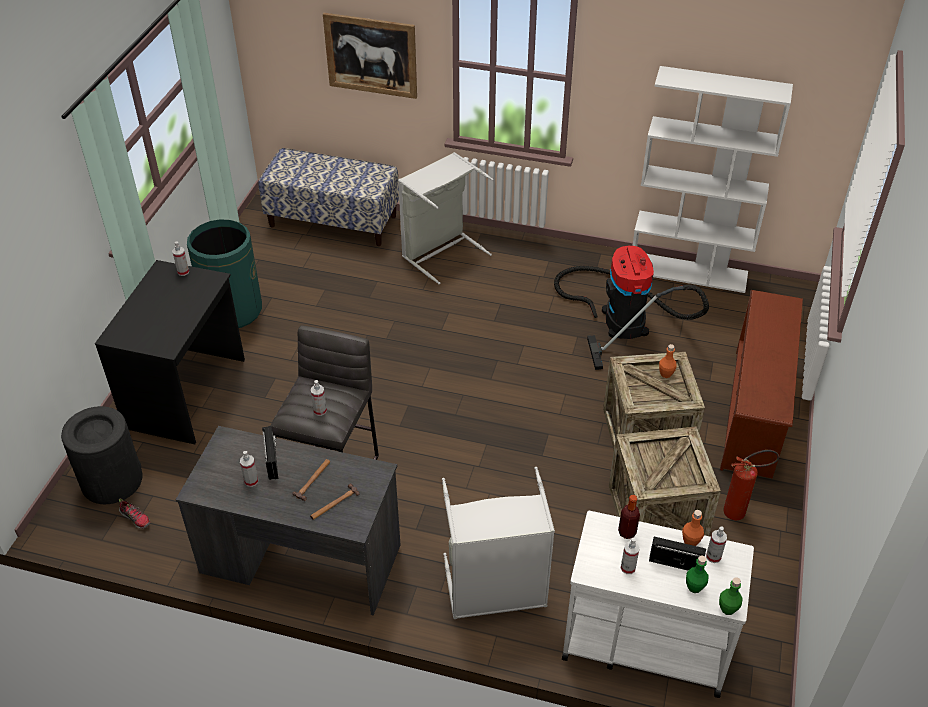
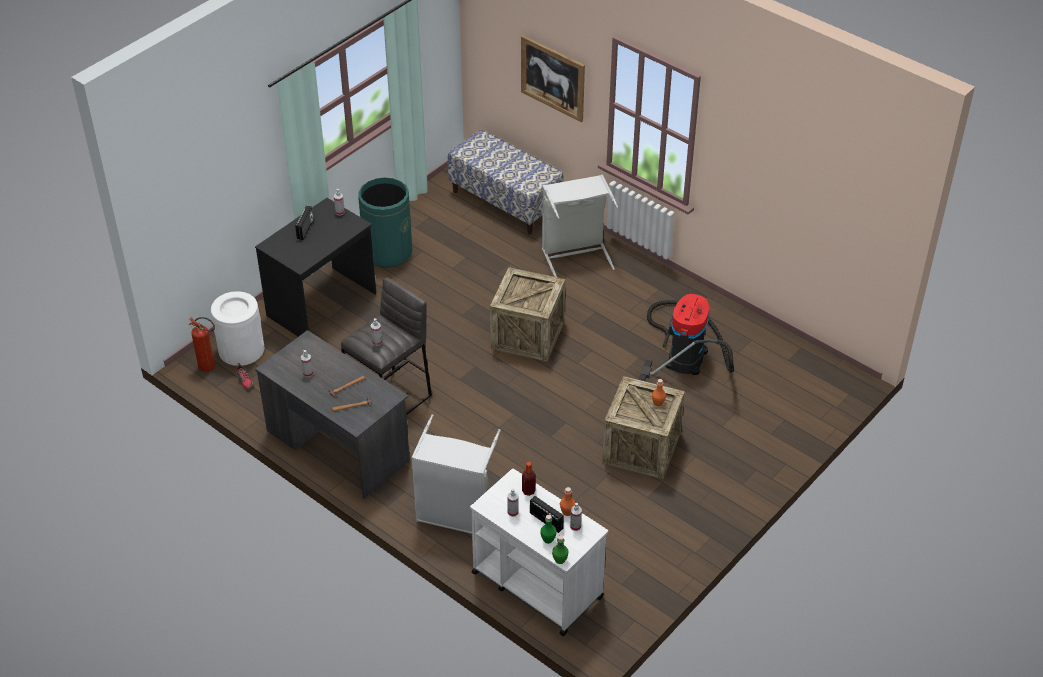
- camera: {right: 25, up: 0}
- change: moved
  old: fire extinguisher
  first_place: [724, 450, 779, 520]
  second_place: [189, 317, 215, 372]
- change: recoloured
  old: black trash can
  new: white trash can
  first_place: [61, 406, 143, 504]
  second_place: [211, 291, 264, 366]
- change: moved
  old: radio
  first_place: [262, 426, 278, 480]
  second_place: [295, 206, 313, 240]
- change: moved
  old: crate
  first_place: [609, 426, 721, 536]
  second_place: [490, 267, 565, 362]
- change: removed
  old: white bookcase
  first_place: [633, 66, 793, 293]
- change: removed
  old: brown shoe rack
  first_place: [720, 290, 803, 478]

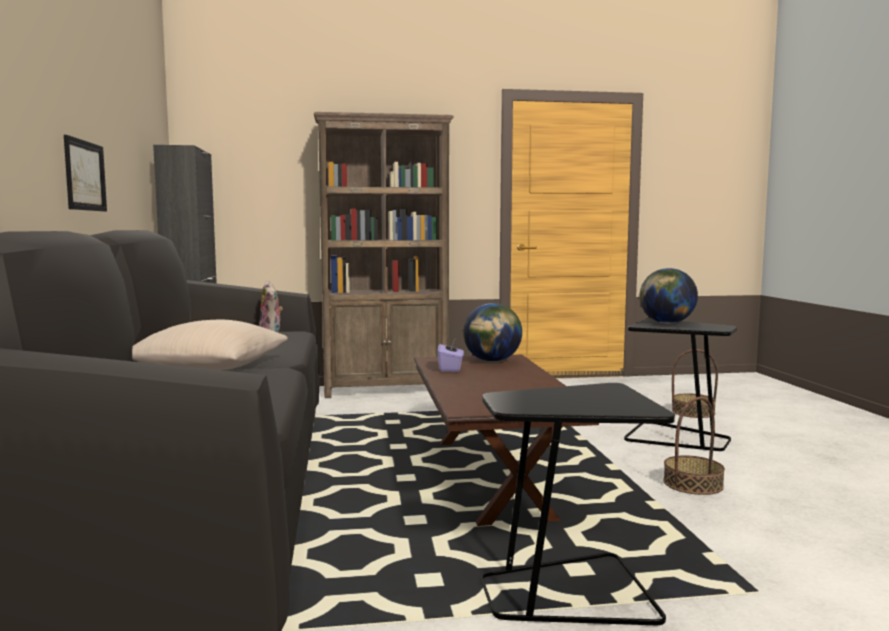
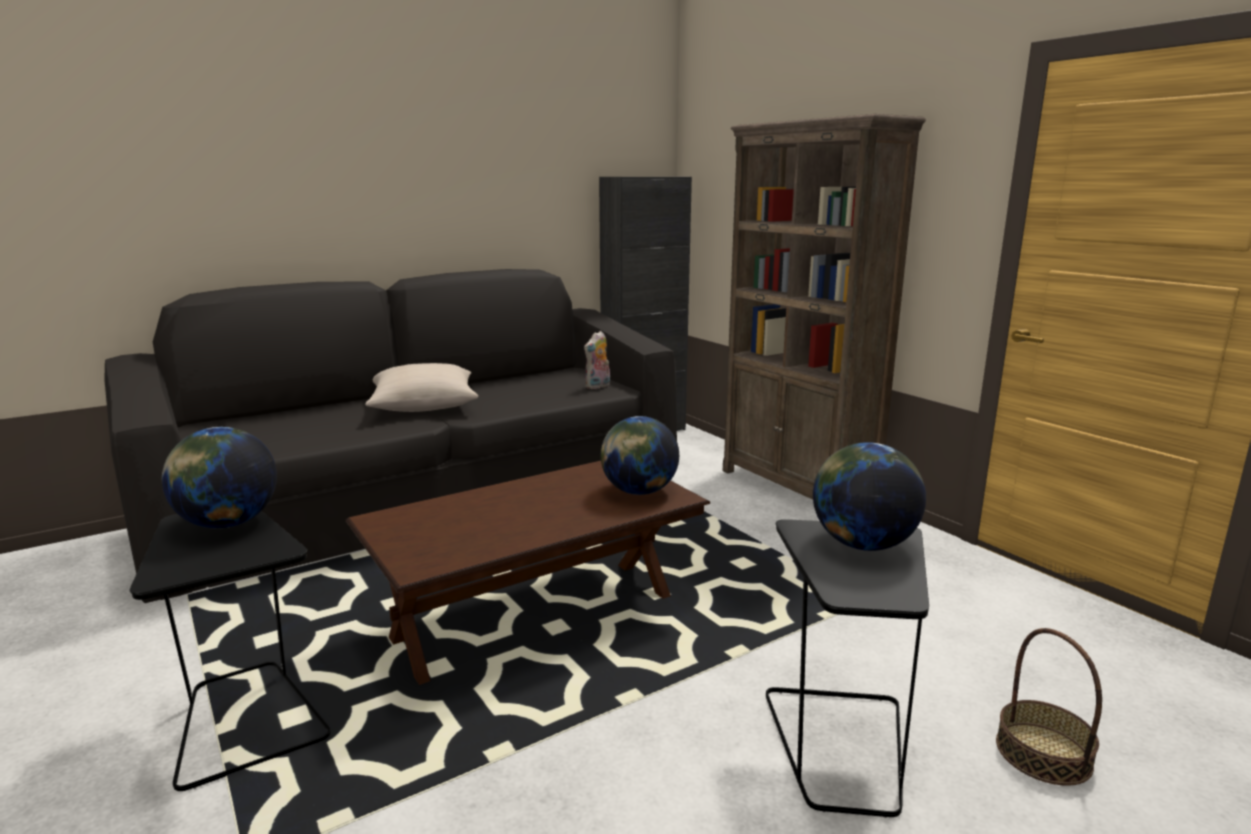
- camera: {right: 65, up: 10}
- change: added
  new: globe
  second_place: [162, 427, 277, 528]
- change: removed
  old: picture
  first_place: [64, 135, 107, 212]
- change: removed
  old: purple tissue box
  first_place: [437, 339, 464, 372]
- change: removed
  old: basket
  first_place: [663, 397, 725, 495]

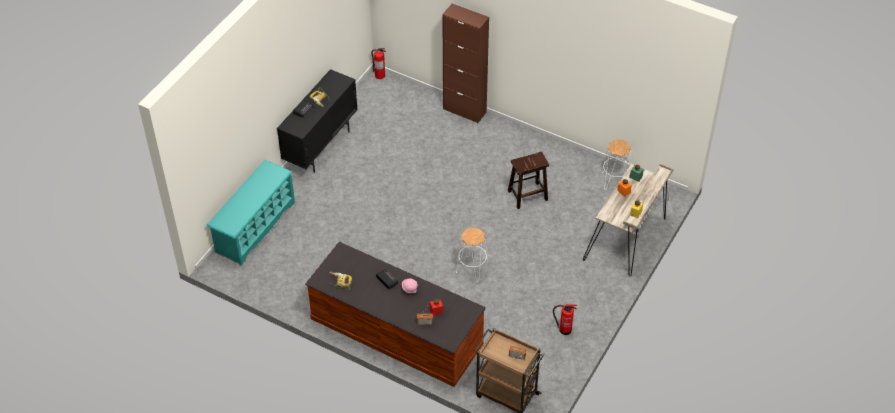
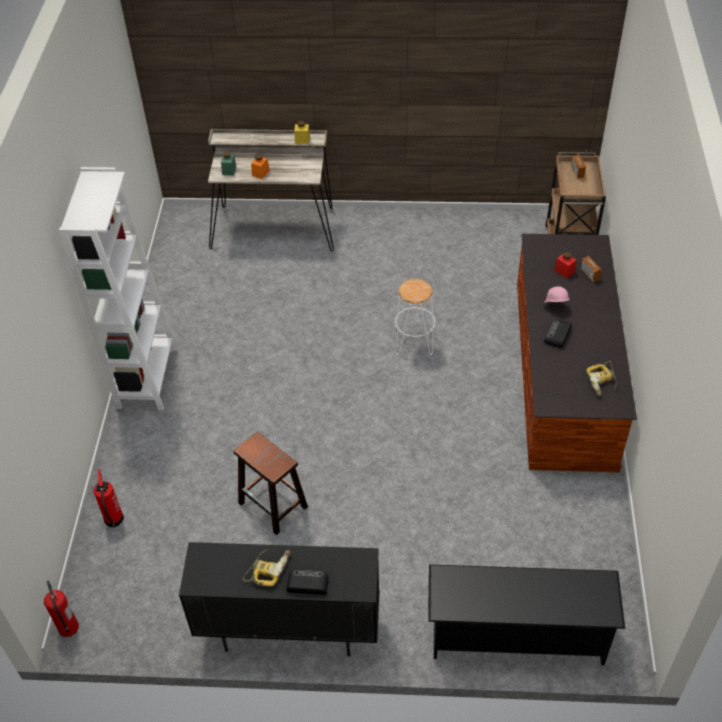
- camera: {right: -115, up: 0}
- change: added
  new: white bookcase
  second_place: [59, 167, 178, 410]
- change: moved
  old: fire extinguisher
  first_place: [553, 304, 577, 335]
  second_place: [93, 469, 124, 527]
- change: moved
  old: brown stool
  first_place: [508, 152, 549, 209]
  second_place: [234, 431, 308, 535]
- change: recoloured
  old: turquoise shoe rack
  new: black shoe rack
  first_place: [206, 160, 295, 266]
  second_place: [428, 564, 625, 665]
- change: removed
  old: brown cabinet
  first_place: [442, 4, 489, 123]
- change: removed
  old: white stool
  first_place: [602, 140, 631, 190]

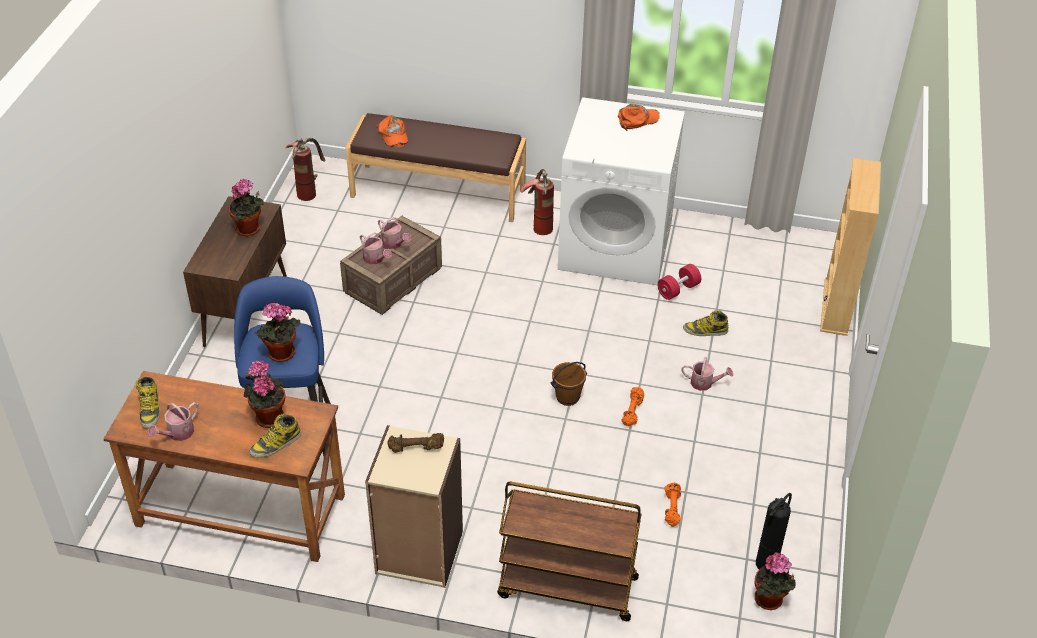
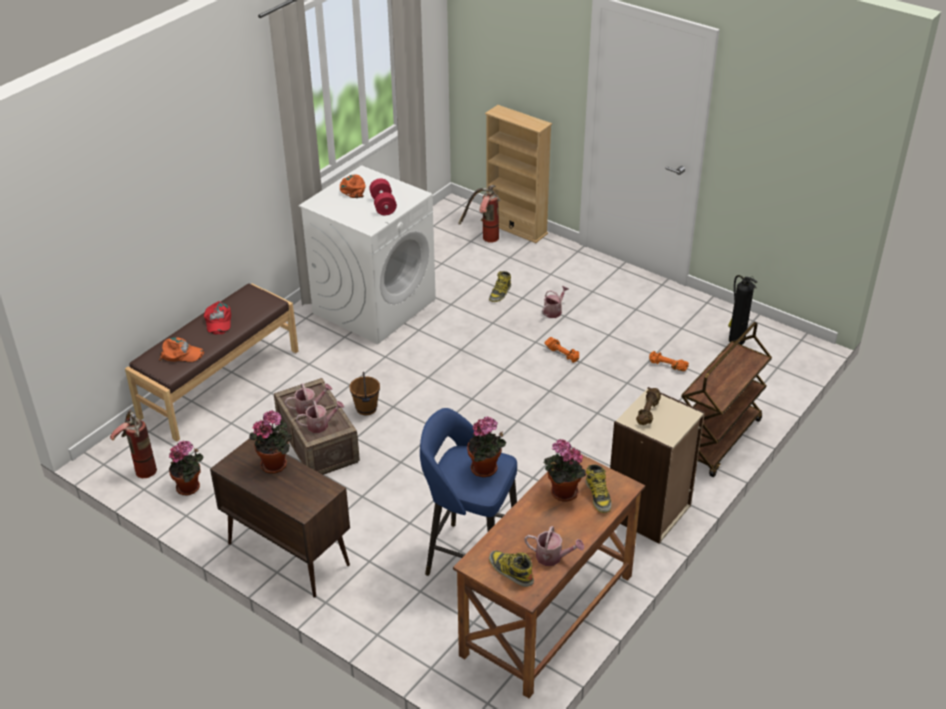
- camera: {right: -65, up: -5}
- change: moved
  old: potted plant
  first_place: [755, 552, 796, 610]
  second_place: [169, 441, 204, 496]
- change: added
  new: red cap
  second_place: [204, 301, 231, 334]
- change: moved
  old: brown bucket
  first_place: [551, 362, 587, 406]
  second_place: [349, 372, 380, 415]
- change: moved
  old: red dumbbell
  first_place: [657, 264, 701, 300]
  second_place: [369, 179, 397, 216]
- change: moved
  old: fire extinguisher
  first_place: [520, 169, 554, 235]
  second_place: [458, 185, 500, 243]
- change: turned
  old: boot
  first_place: [136, 377, 160, 428]
  second_place: [489, 550, 534, 587]
  degrees: -150
- change: turned
  old: watering can
  first_place: [148, 402, 199, 441]
  second_place: [525, 526, 584, 566]
  degrees: -45

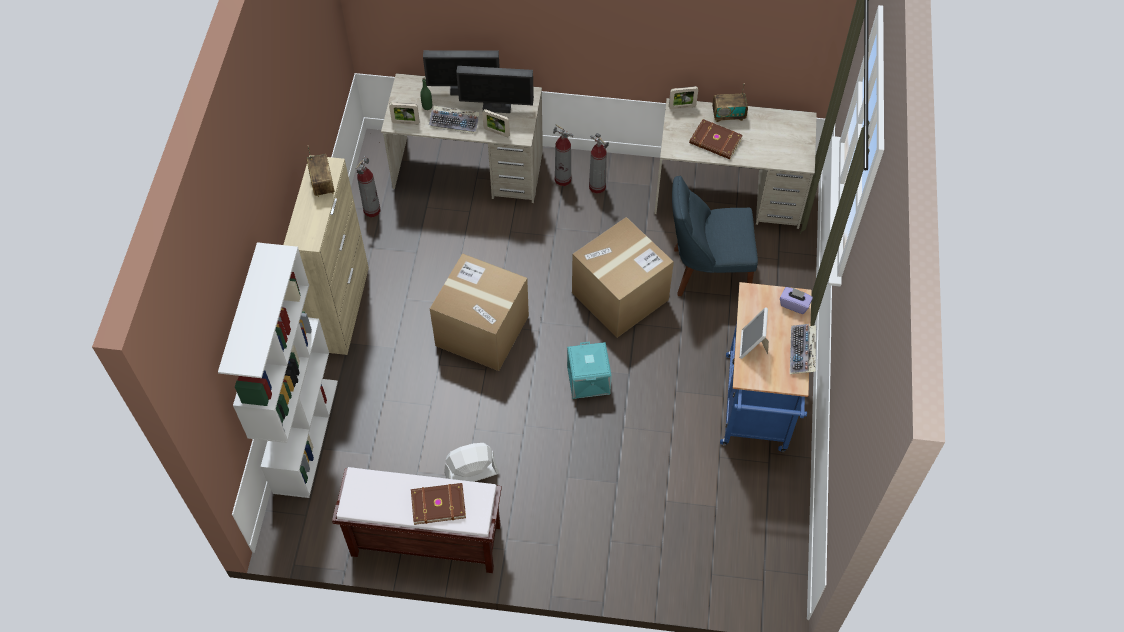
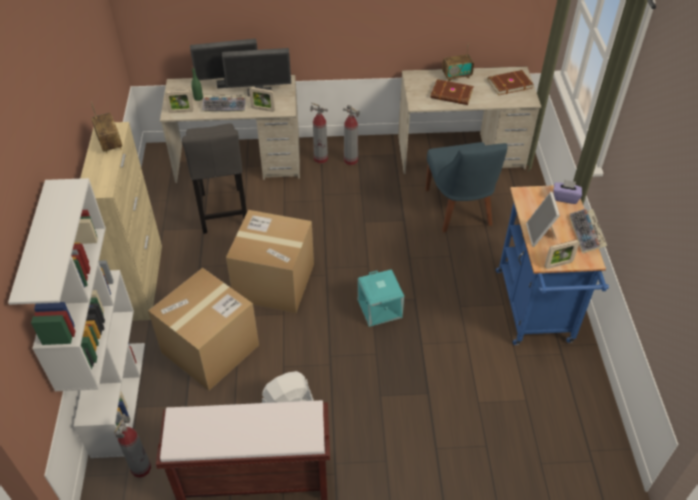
- camera: {right: -10, up: -10}
- change: moved
  old: fire extinguisher
  first_place: [356, 156, 380, 217]
  second_place: [114, 414, 151, 478]
- change: moved
  old: cardboard box
  first_place: [572, 217, 674, 338]
  second_place: [148, 268, 259, 391]
- change: added
  new: grey stool
  second_place: [182, 123, 247, 234]
- change: turned
  old: blue chair
  first_place: [672, 176, 758, 296]
  second_place: [425, 142, 508, 232]
  degrees: -90
- change: moved
  old: brown book
  first_place: [411, 483, 466, 525]
  second_place: [488, 70, 534, 95]
- change: moved
  old: picture frame
  first_place: [669, 86, 698, 109]
  second_place: [544, 240, 579, 269]

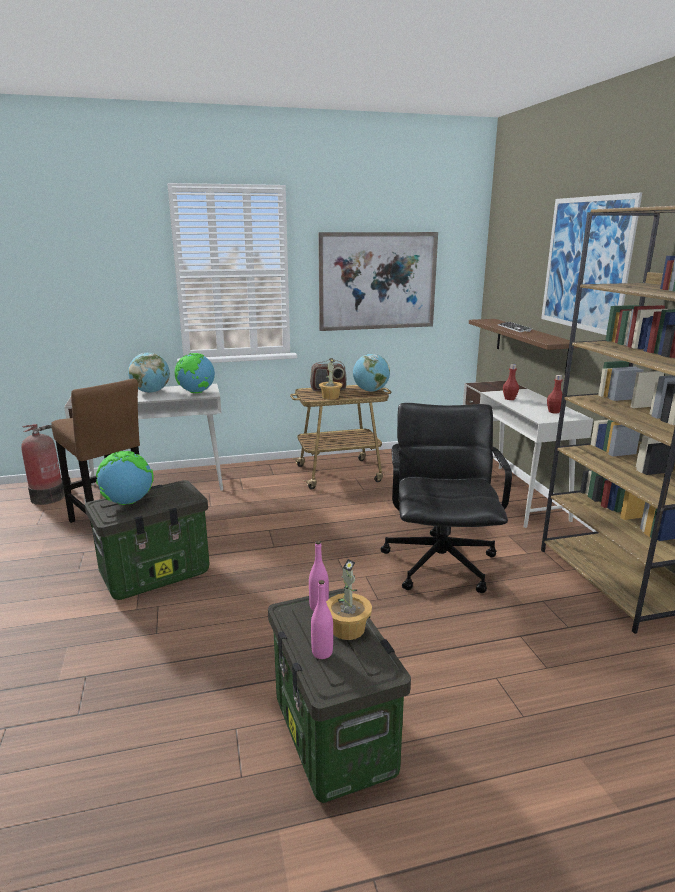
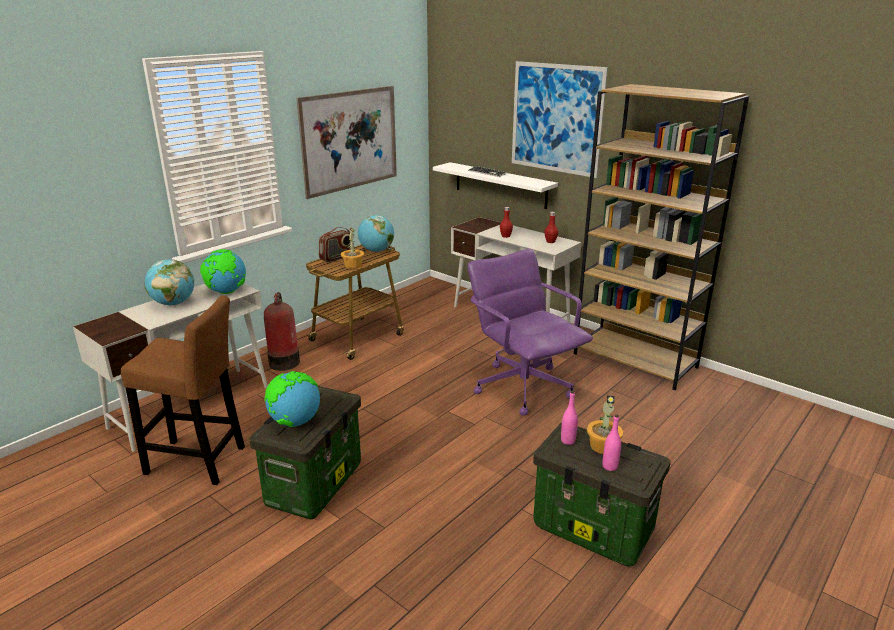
- camera: {right: -35, up: 5}
- change: moved
  old: fire extinguisher
  first_place: [21, 424, 71, 505]
  second_place: [264, 292, 300, 371]
- change: recoloured
  old: brown shelf
  new: white shelf
  first_place: [469, 319, 579, 372]
  second_place: [433, 162, 558, 209]
- change: recoloured
  old: black office chair
  new: purple office chair
  first_place: [380, 403, 512, 593]
  second_place: [468, 249, 593, 416]

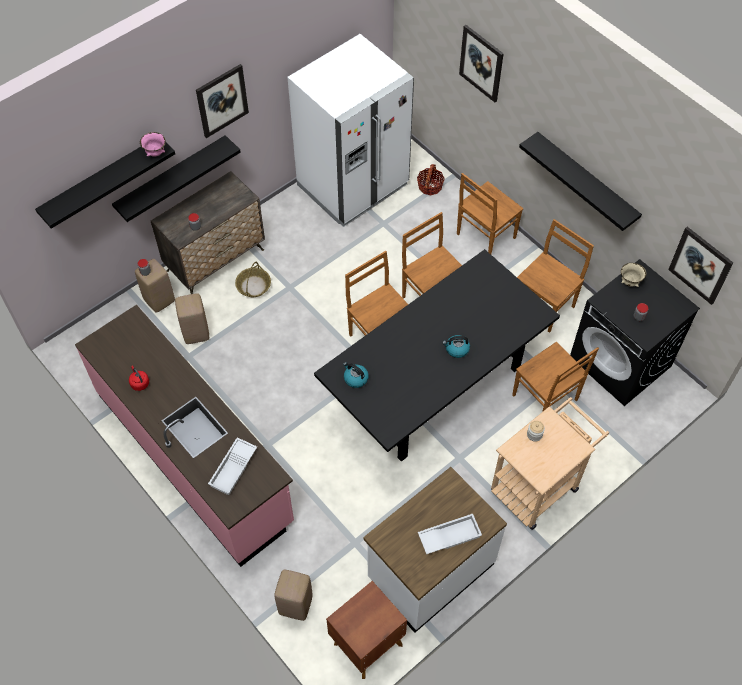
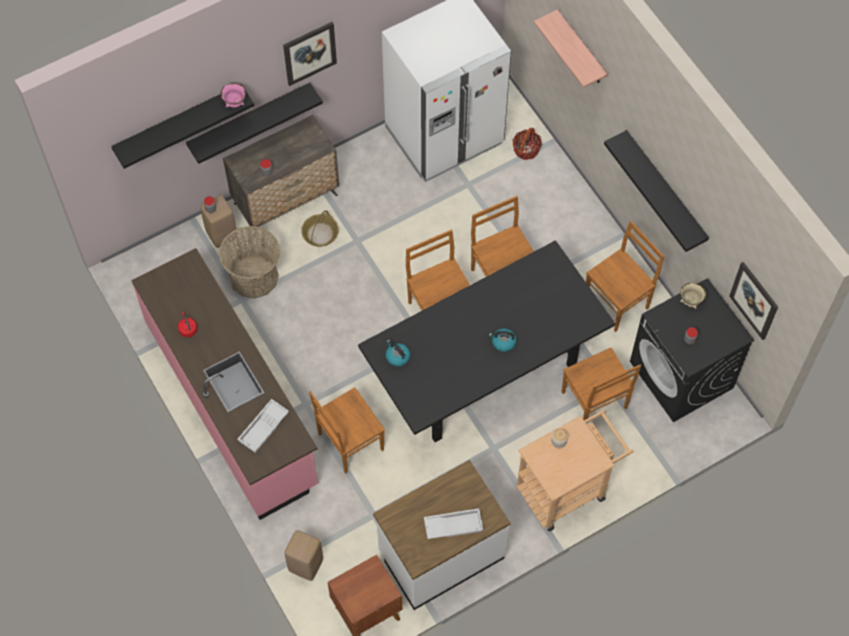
- camera: {right: 10, up: 5}
- change: replaced
  old: beige stool
  new: basket
  first_place: [175, 293, 209, 344]
  second_place: [219, 226, 280, 299]
- change: moved
  old: brown chair
  first_place: [457, 173, 523, 254]
  second_place: [309, 387, 385, 473]
- change: replaced
  old: picture
  new: shelf
  first_place: [459, 25, 504, 102]
  second_place: [534, 10, 607, 88]

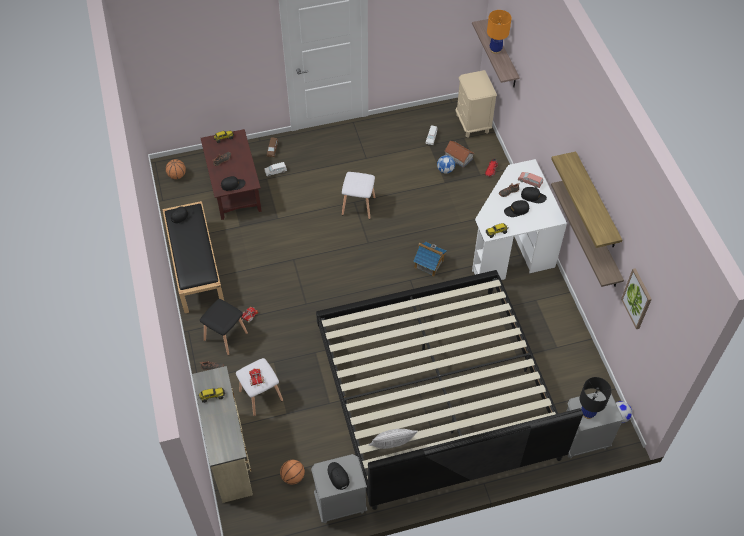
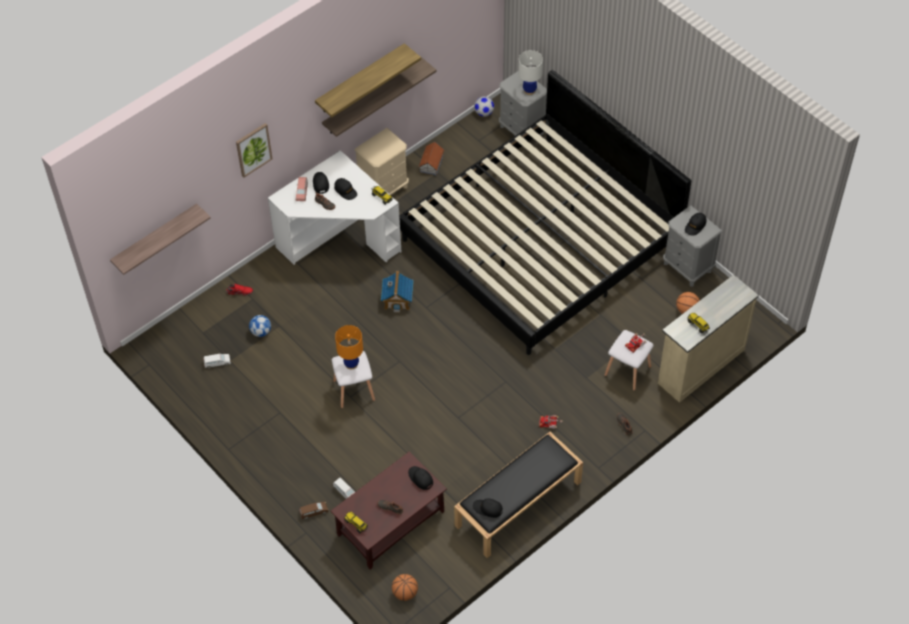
- camera: {right: -115, up: 0}
- change: moved
  old: picture
  first_place: [621, 268, 652, 329]
  second_place: [236, 123, 272, 178]
- change: moved
  old: orange table lamp
  first_place: [487, 10, 512, 54]
  second_place: [335, 325, 363, 369]
- change: moved
  old: beige nightstand
  first_place: [455, 70, 497, 138]
  second_place: [355, 128, 409, 195]
- change: moved
  old: toy house
  first_place: [444, 141, 474, 168]
  second_place: [418, 142, 445, 176]
- change: recoloured
  old: black table lamp
  new: white table lamp
  first_place: [580, 377, 611, 419]
  second_place: [518, 50, 543, 95]
- change: removed
  old: black stool
  first_place: [200, 299, 248, 355]
- change: removed
  old: pillow
  first_place: [369, 429, 418, 449]

